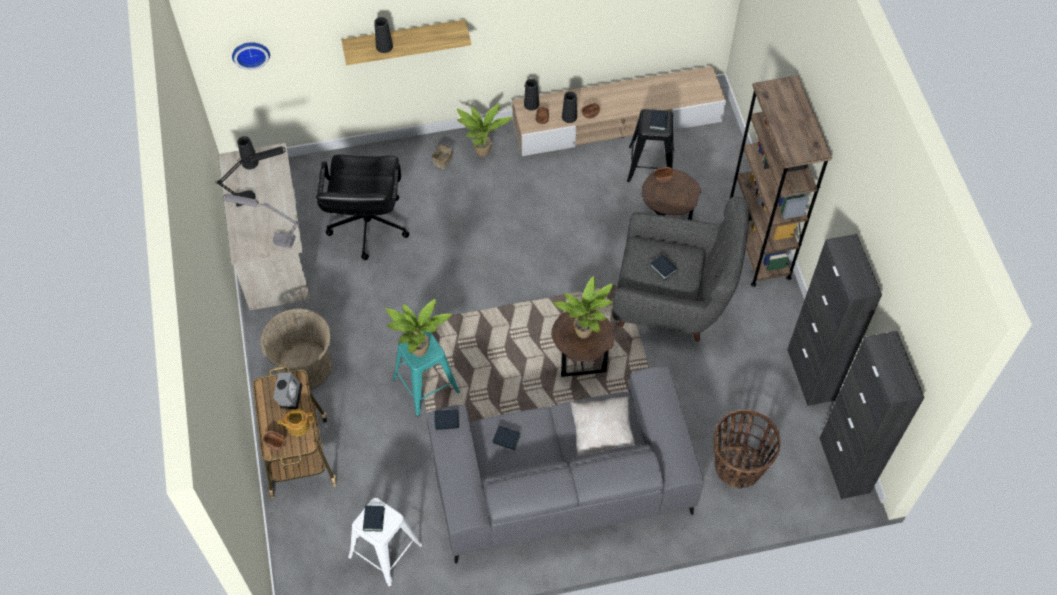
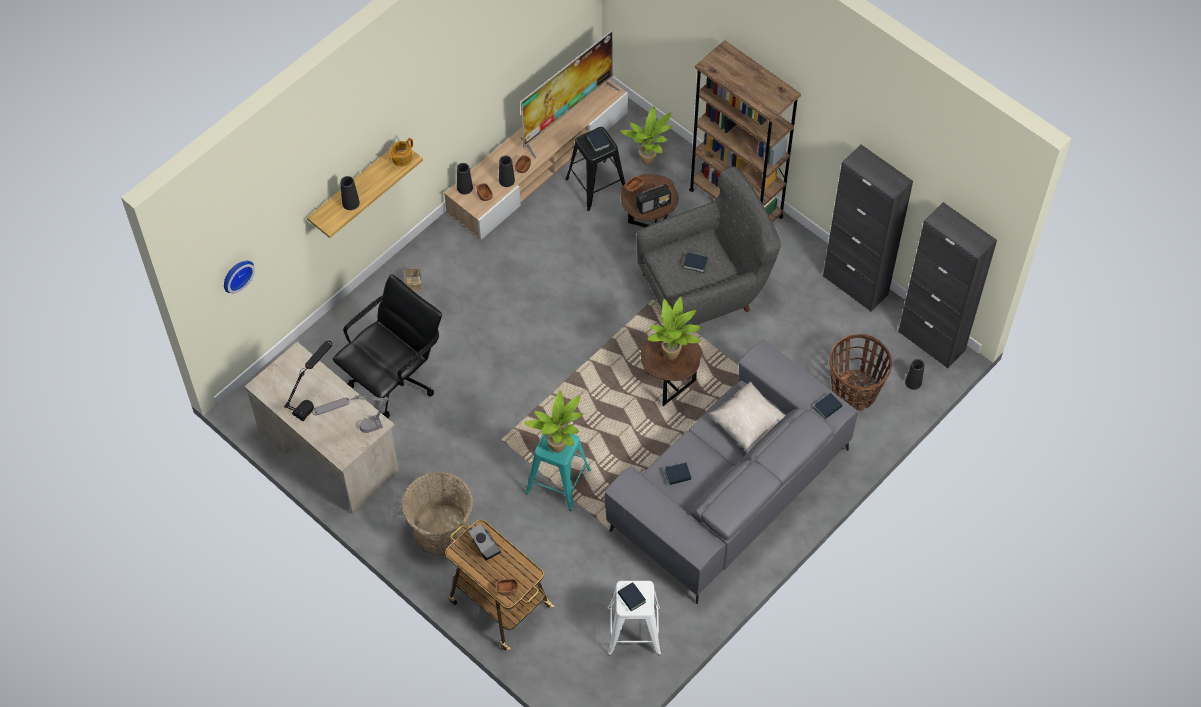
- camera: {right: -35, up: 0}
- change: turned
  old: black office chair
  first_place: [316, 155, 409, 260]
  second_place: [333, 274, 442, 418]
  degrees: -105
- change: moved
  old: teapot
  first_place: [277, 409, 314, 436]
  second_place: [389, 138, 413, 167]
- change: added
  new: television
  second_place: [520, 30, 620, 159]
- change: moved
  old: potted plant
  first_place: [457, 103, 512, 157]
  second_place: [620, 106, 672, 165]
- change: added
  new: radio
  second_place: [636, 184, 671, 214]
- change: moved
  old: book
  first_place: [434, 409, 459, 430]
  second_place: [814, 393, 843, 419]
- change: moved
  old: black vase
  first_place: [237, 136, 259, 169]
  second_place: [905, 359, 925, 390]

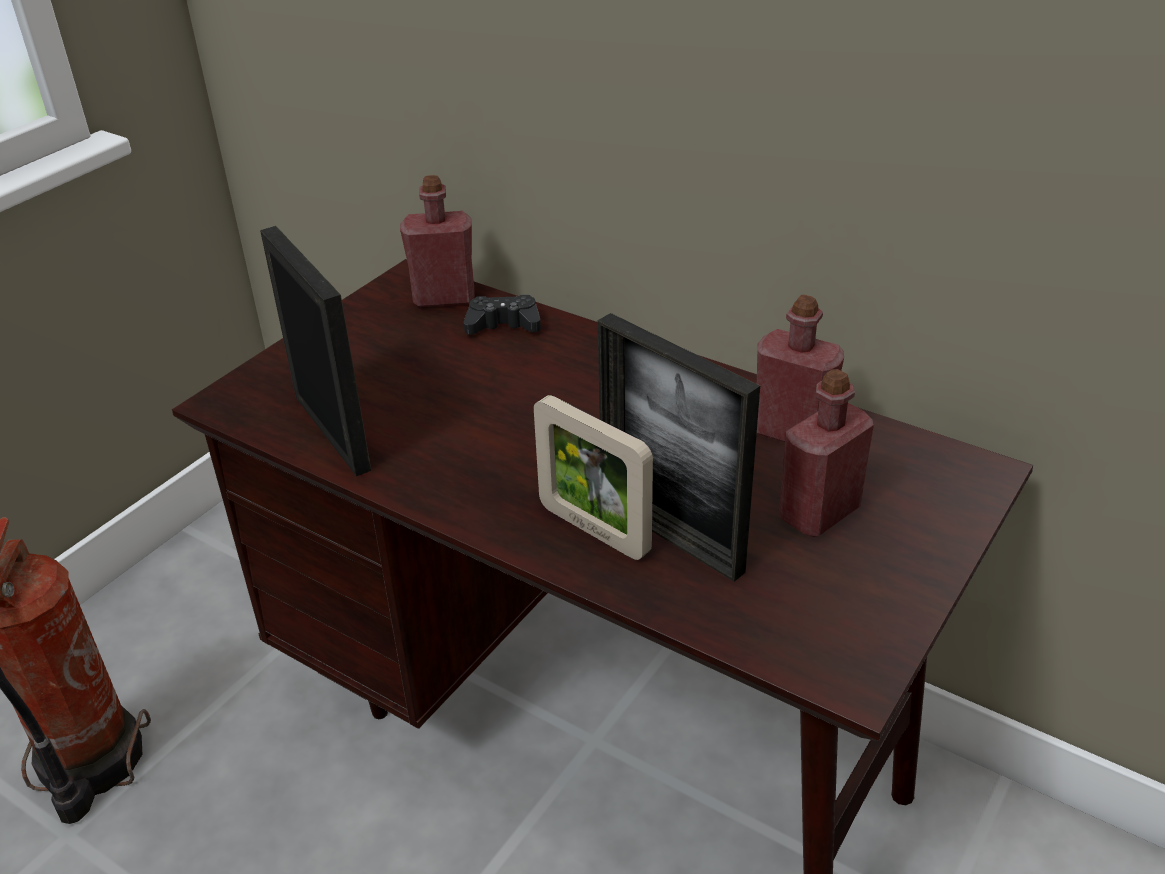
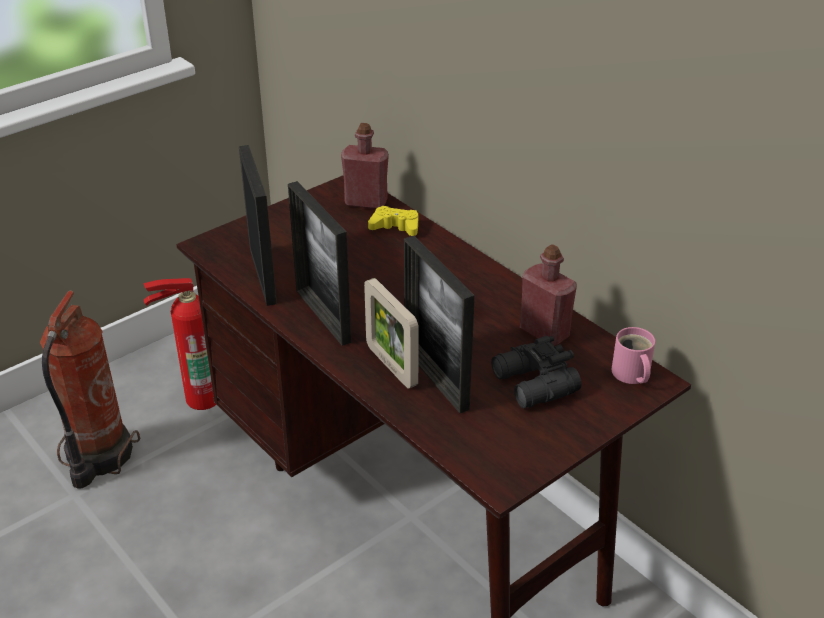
- camera: {right: 15, up: 0}
- change: added
  new: fire extinguisher
  second_place: [143, 278, 216, 410]
- change: added
  new: picture frame
  second_place: [288, 181, 351, 346]
- change: recoloured
  old: black game controller
  new: yellow game controller
  first_place: [464, 295, 541, 334]
  second_place: [368, 206, 418, 236]
- change: replaced
  old: red bottle
  new: black binoculars
  first_place: [779, 369, 874, 537]
  second_place: [491, 336, 581, 408]
- change: added
  new: pink mug
  second_place: [612, 327, 655, 384]

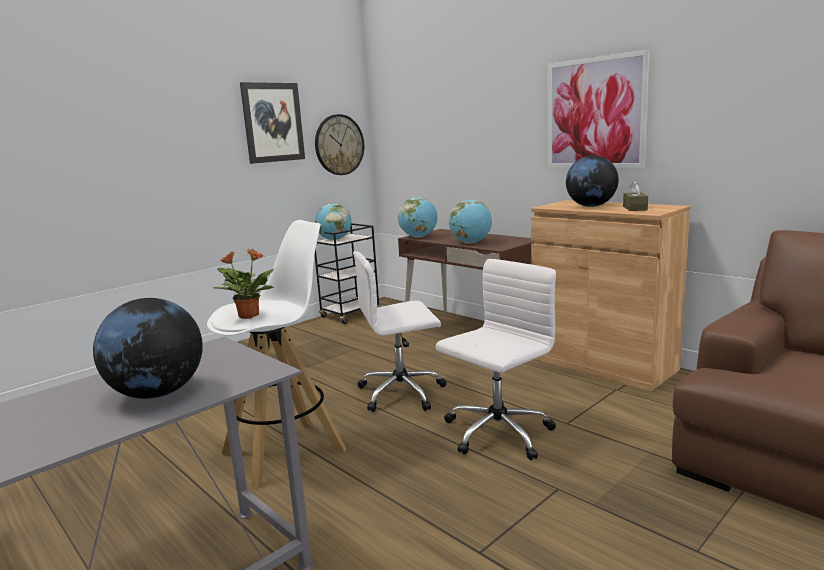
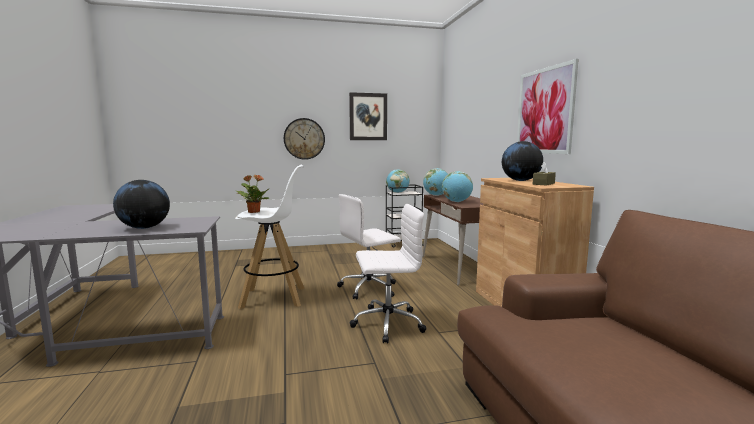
- camera: {right: 30, up: -5}
- change: moved
  old: wall clock
  first_place: [315, 114, 364, 175]
  second_place: [284, 118, 325, 160]
- change: turned
  old: white office chair
  first_place: [353, 251, 446, 412]
  second_place: [337, 194, 401, 300]
  degrees: -45

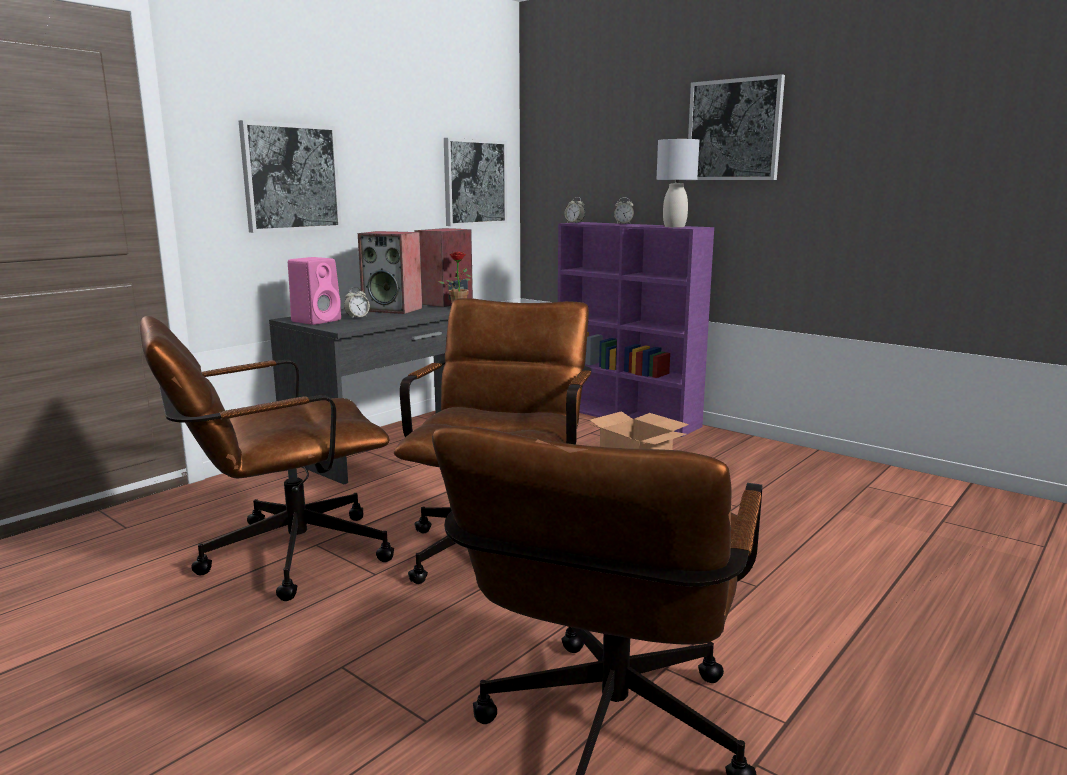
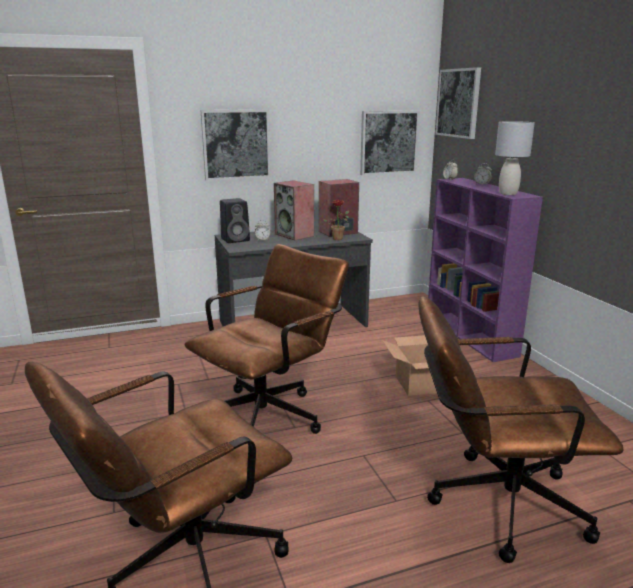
- camera: {right: 30, up: 5}
- change: recoloured
  old: pink speaker
  new: black speaker
  first_place: [288, 257, 341, 325]
  second_place: [220, 198, 250, 243]
- change: moved
  old: brown office chair
  first_place: [140, 316, 394, 601]
  second_place: [418, 296, 624, 563]
- change: moved
  old: picture
  first_place: [688, 74, 785, 180]
  second_place: [435, 67, 481, 139]

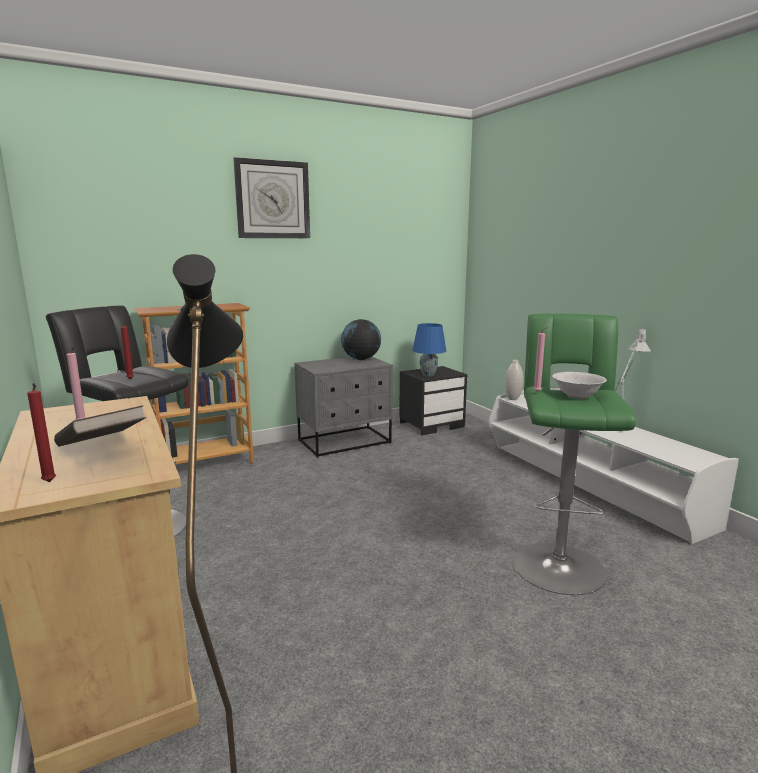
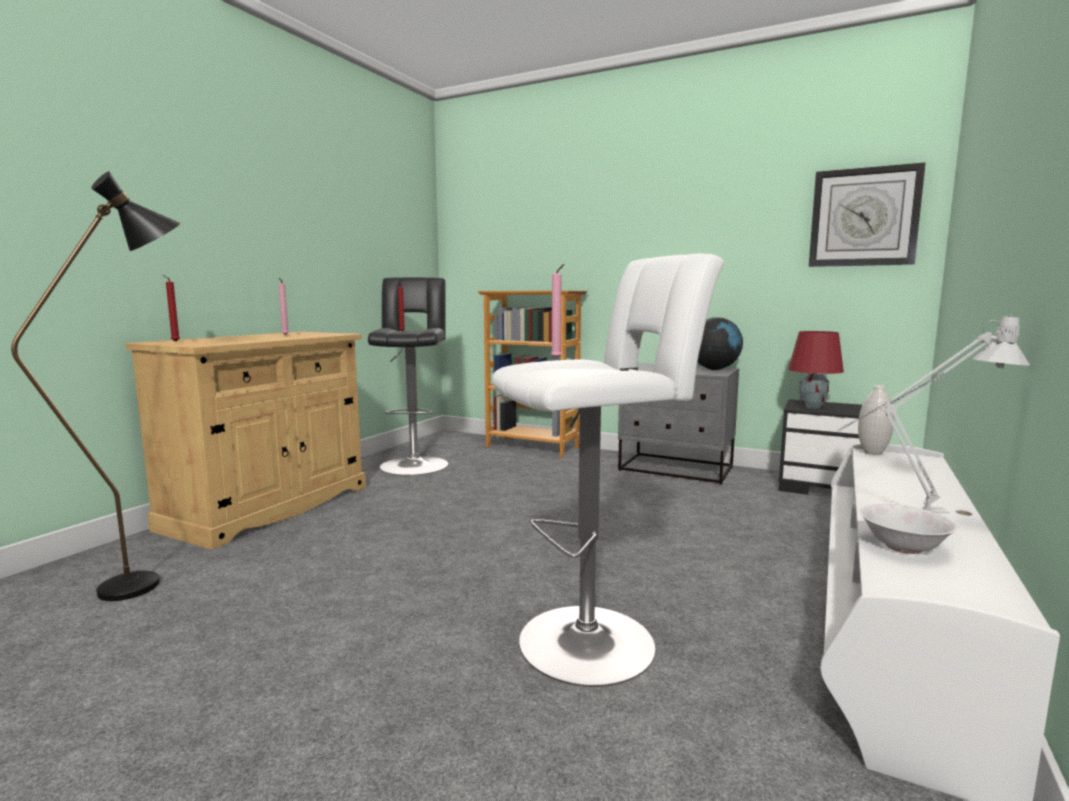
- camera: {right: 55, up: -5}
- change: recoloured
  old: green stool
  new: white stool
  first_place: [513, 314, 636, 595]
  second_place: [492, 254, 724, 687]
- change: recoloured
  old: blue table lamp
  new: red table lamp
  first_place: [412, 323, 446, 376]
  second_place: [788, 331, 844, 409]
- change: moved
  old: wall clock
  first_place: [233, 157, 310, 238]
  second_place: [809, 162, 926, 267]
- change: moved
  old: white bowl
  first_place: [552, 372, 607, 399]
  second_place: [859, 504, 958, 554]
- change: removed
  old: brown book
  first_place: [54, 405, 147, 447]

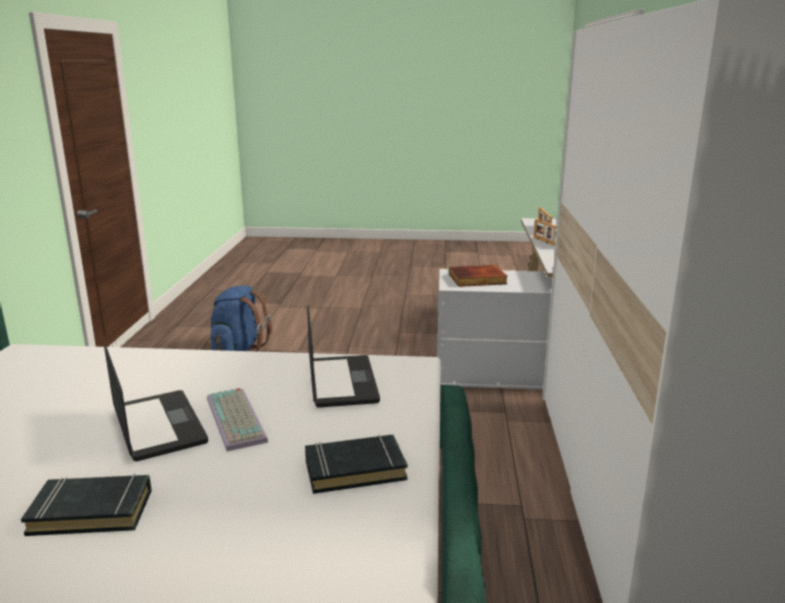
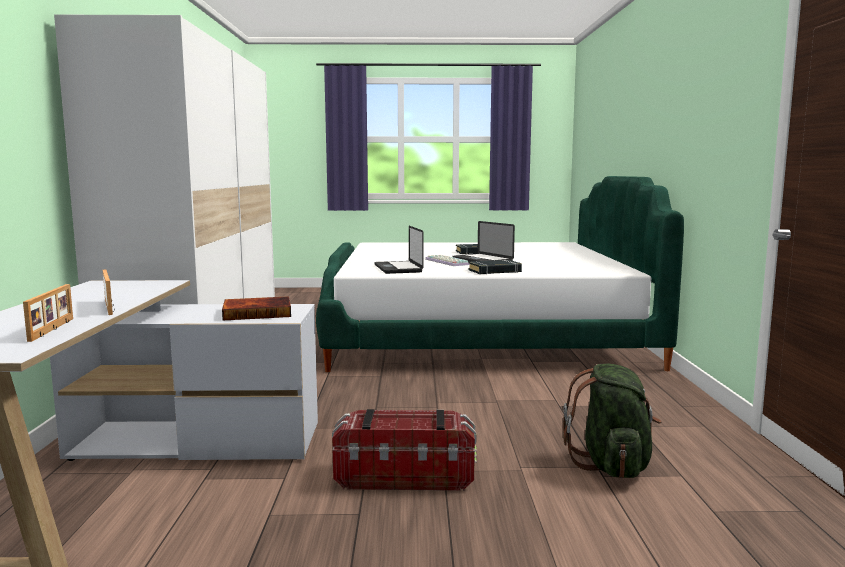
- camera: {right: 175, up: -10}
- change: added
  new: storage box
  second_place: [332, 409, 477, 491]
- change: moved
  old: black book
  first_place: [305, 434, 408, 494]
  second_place: [468, 260, 522, 274]
- change: recoloured
  old: blue backpack
  new: green backpack
  first_place: [210, 286, 272, 352]
  second_place: [563, 364, 662, 478]

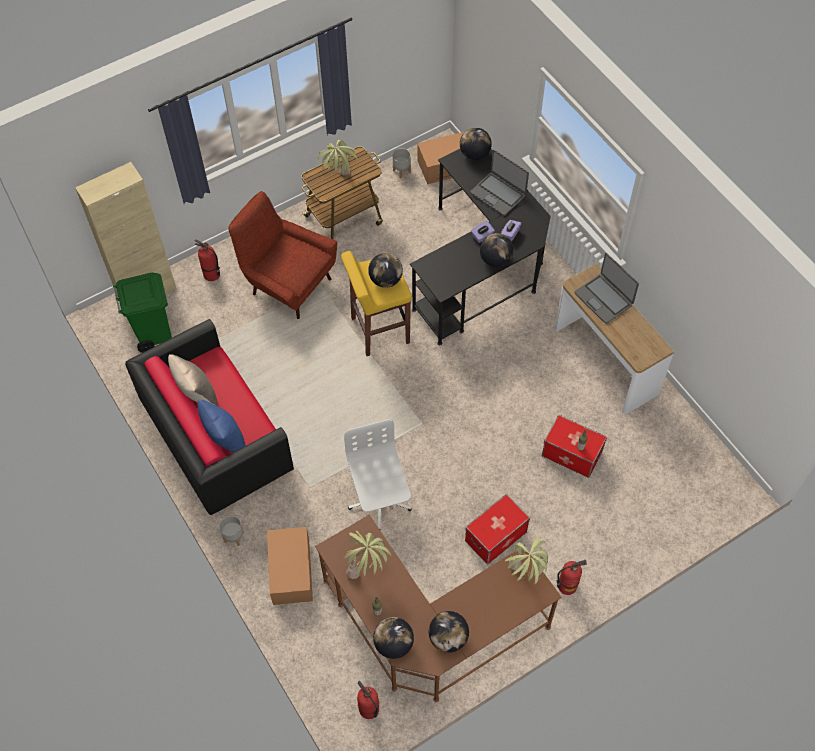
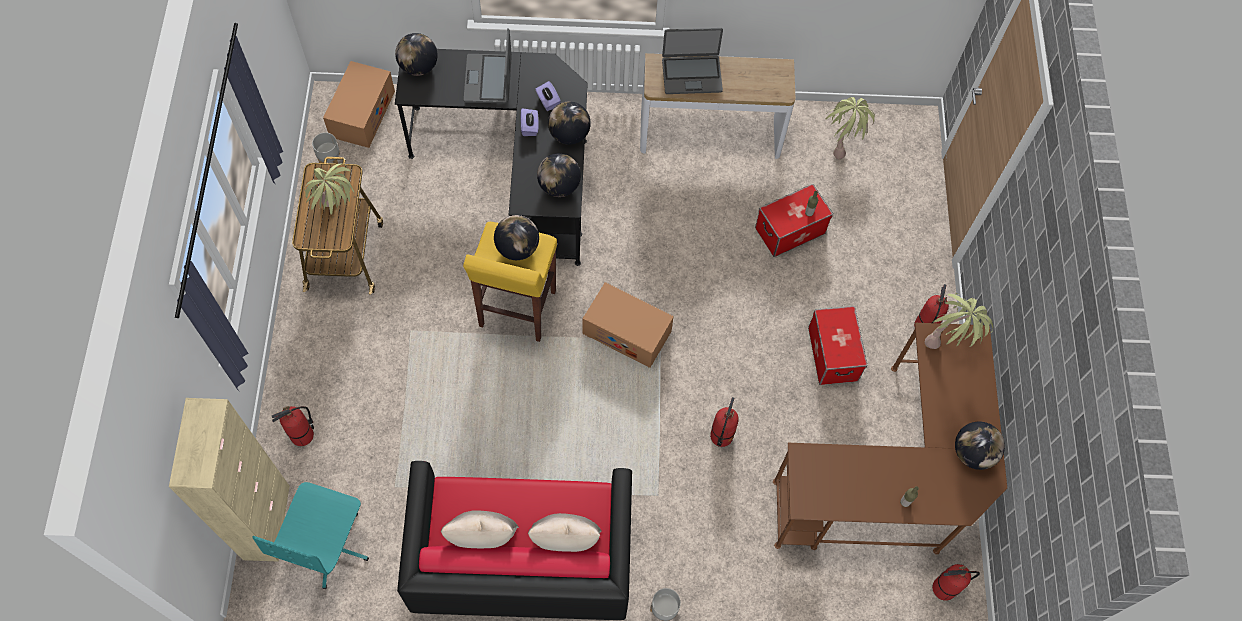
- camera: {right: -60, up: 5}
- change: replaced
  old: green trash can
  new: turquoise office chair
  first_place: [113, 273, 172, 353]
  second_place: [252, 482, 369, 589]
- change: turned
  old: laptop
  first_place: [470, 150, 529, 216]
  second_place: [464, 28, 512, 103]
  degrees: 105
- change: recoloured
  old: blue pillow
  new: beige pillow
  first_place: [197, 400, 246, 452]
  second_place: [528, 513, 602, 552]
- change: moved
  old: globe
  first_place: [373, 617, 414, 659]
  second_place: [537, 153, 581, 197]
- change: moved
  old: cardboard box
  first_place: [267, 527, 313, 605]
  second_place: [583, 282, 674, 368]
- change: replaced
  old: white office chair
  new: fire extinguisher
  first_place: [344, 419, 412, 530]
  second_place: [710, 397, 739, 447]
- change: moved
  old: potted plant
  first_place: [344, 531, 391, 579]
  second_place: [825, 97, 875, 160]
- change: removed
  old: red armchair
  first_place: [228, 191, 337, 319]

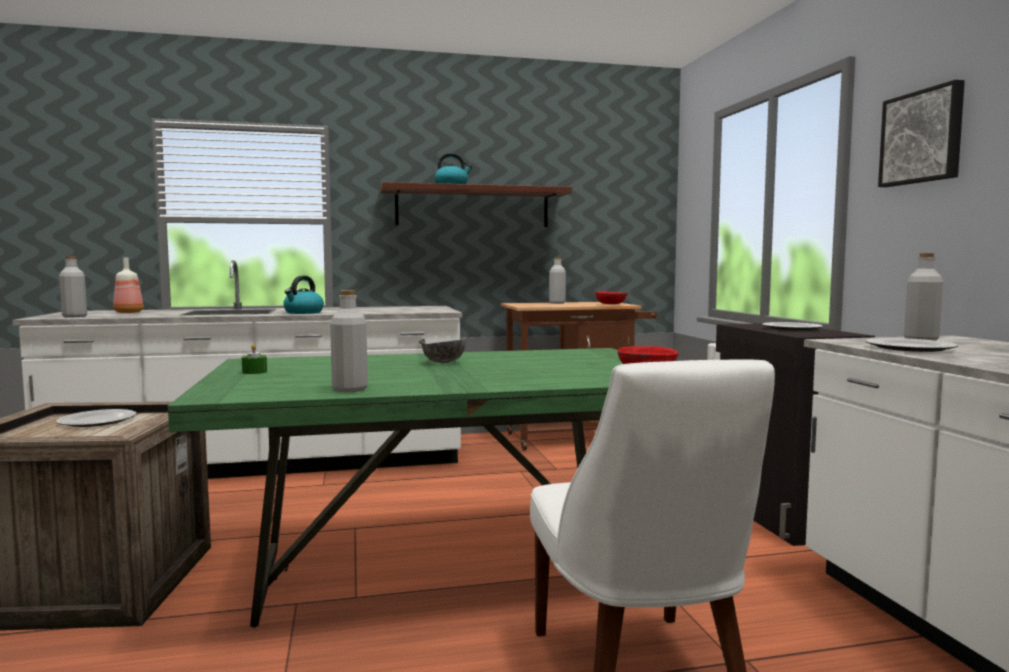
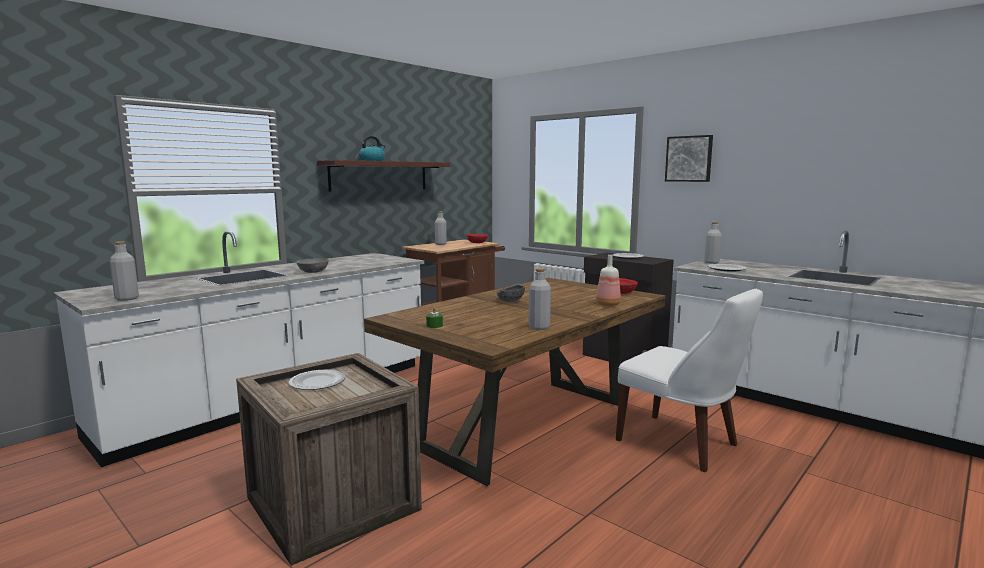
- camera: {right: -35, up: 5}
- change: replaced
  old: kettle
  new: grey bowl
  first_place: [283, 276, 324, 314]
  second_place: [296, 258, 329, 273]
- change: recoloured
  old: green dining table
  new: brown dining table
  first_place: [168, 348, 623, 628]
  second_place: [364, 278, 666, 486]
- change: moved
  old: bottle
  first_place: [113, 257, 144, 313]
  second_place: [596, 255, 621, 306]

